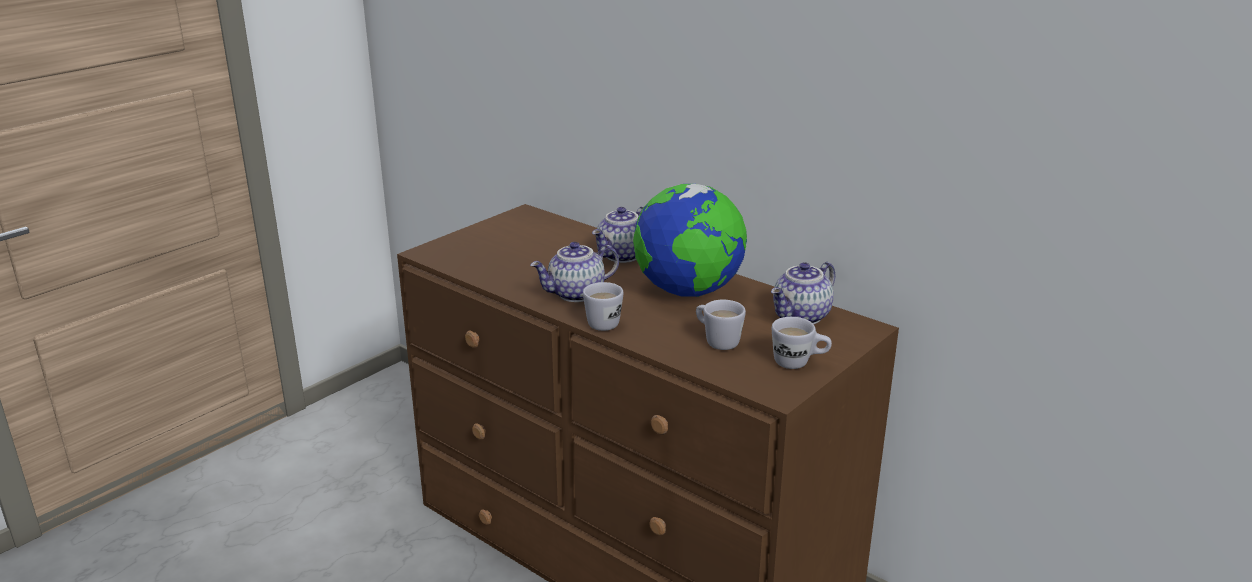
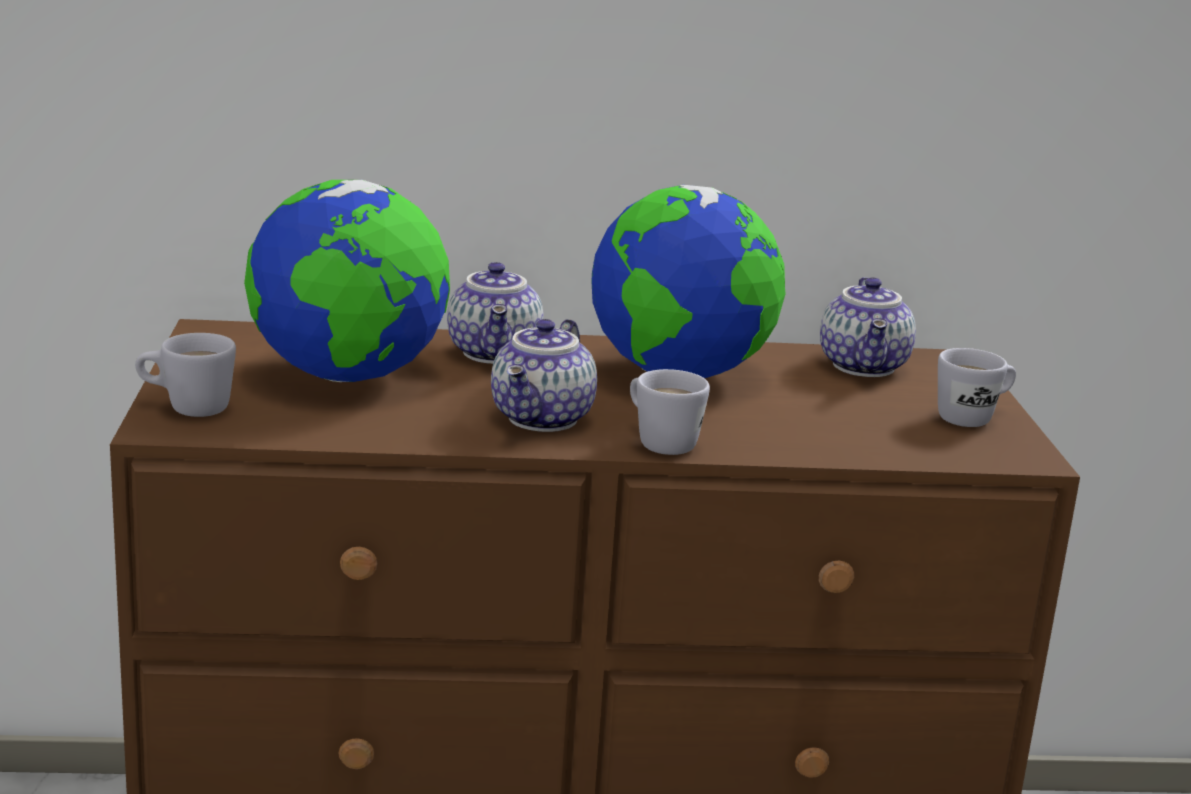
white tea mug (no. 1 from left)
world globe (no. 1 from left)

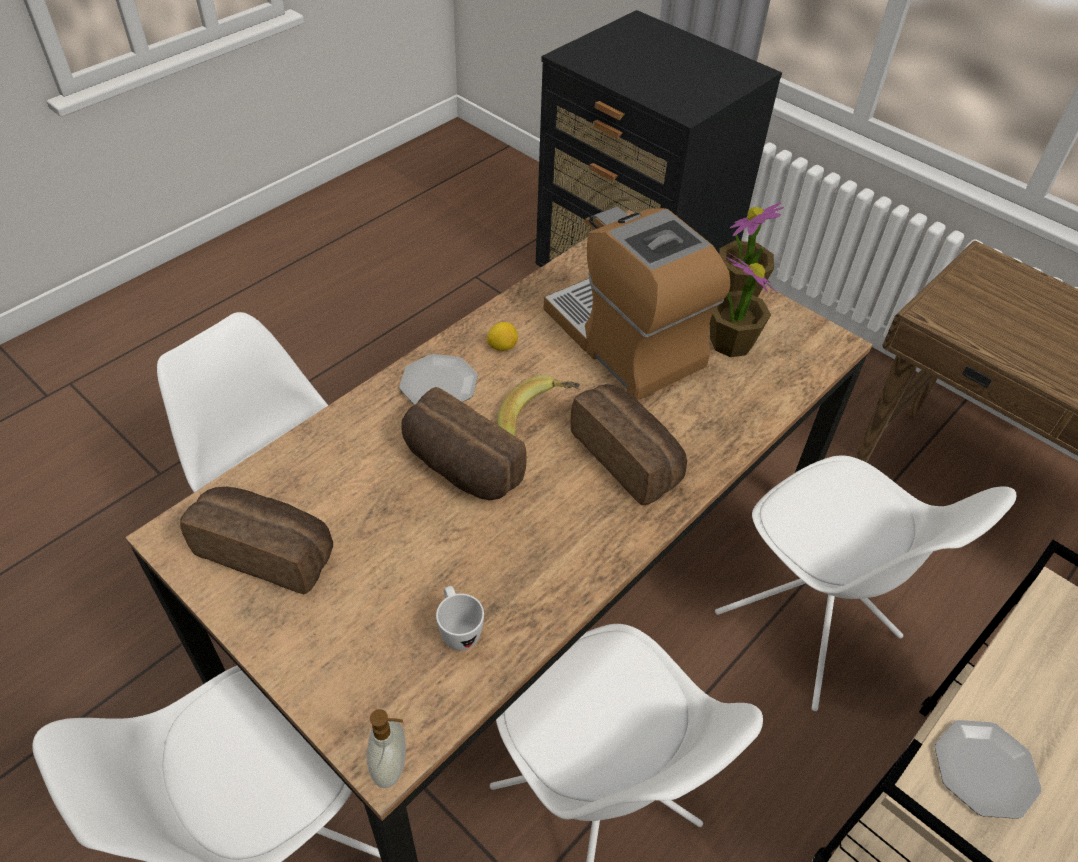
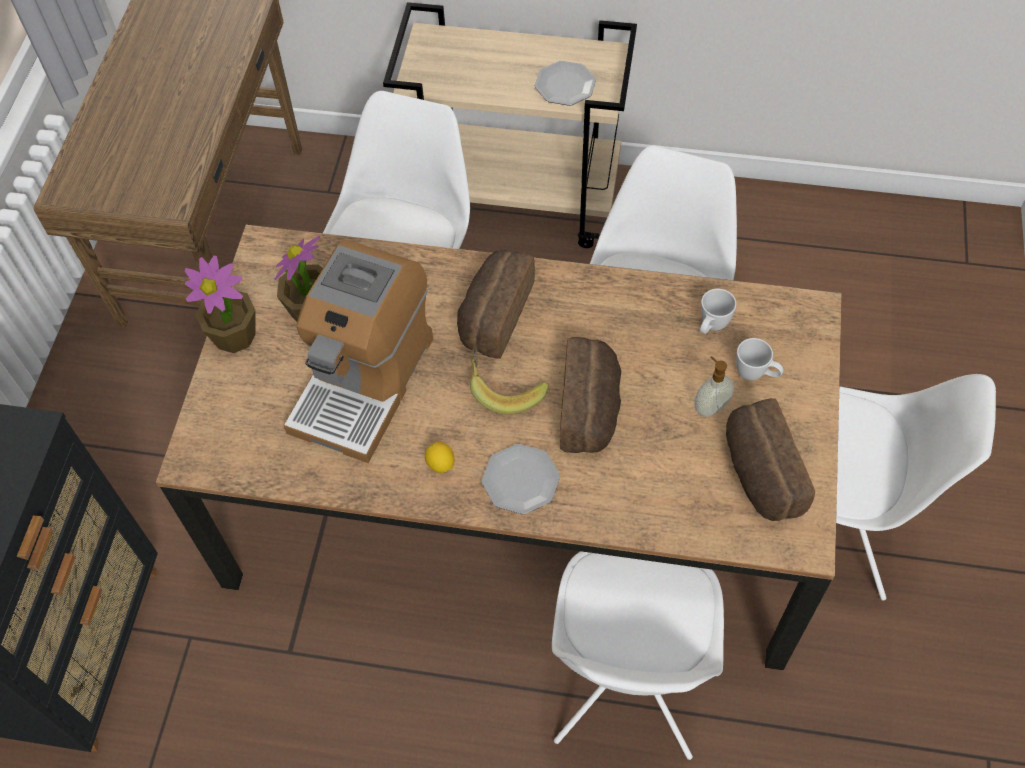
soap bottle
white tea mug (no. 2 from left)

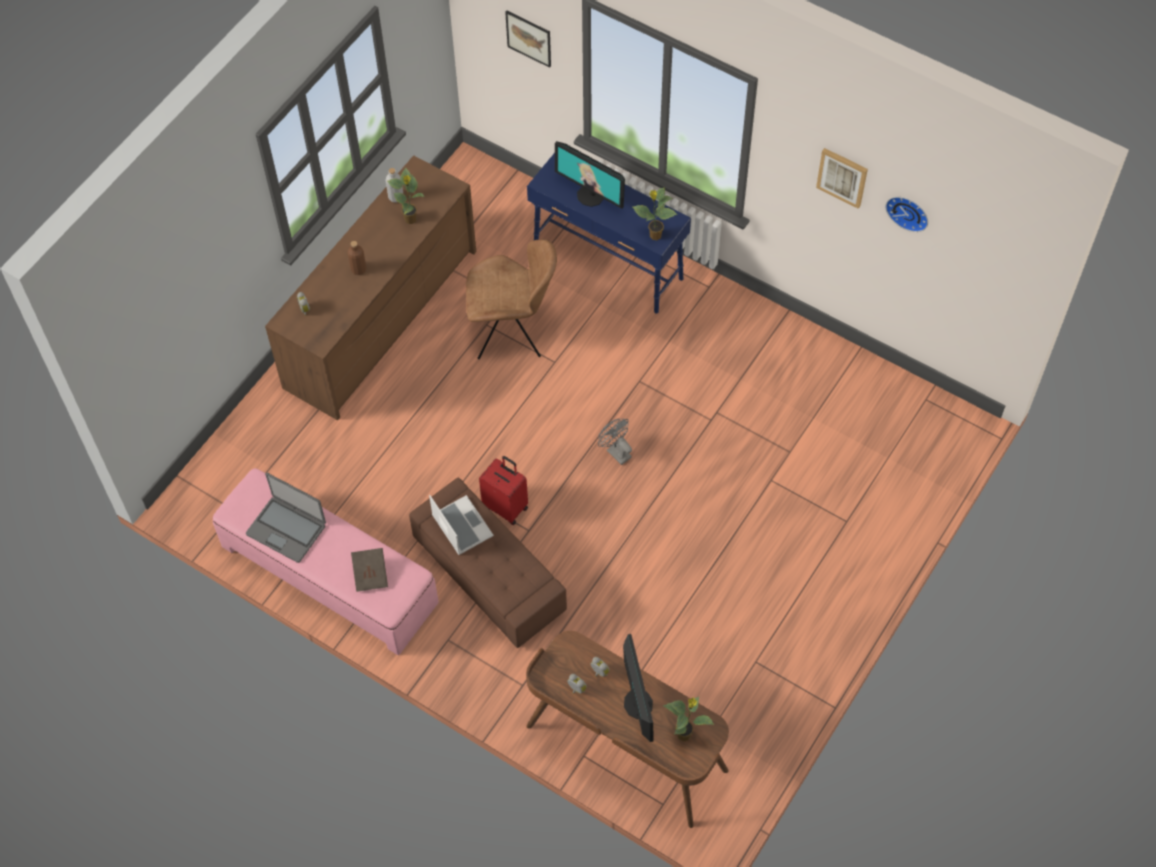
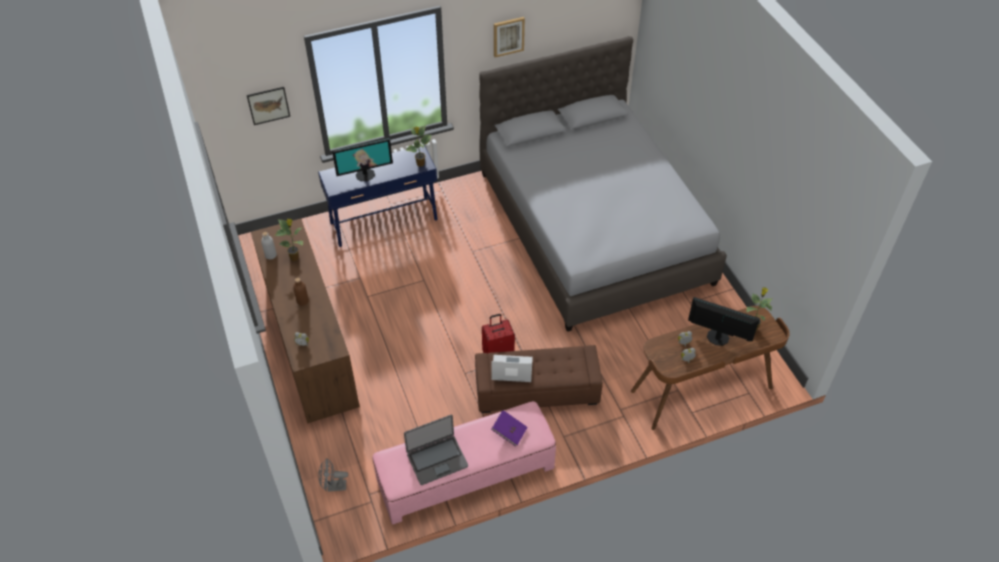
greyish electric fan
greyish bedroom bed
purple book
brown chair
clock on the wall

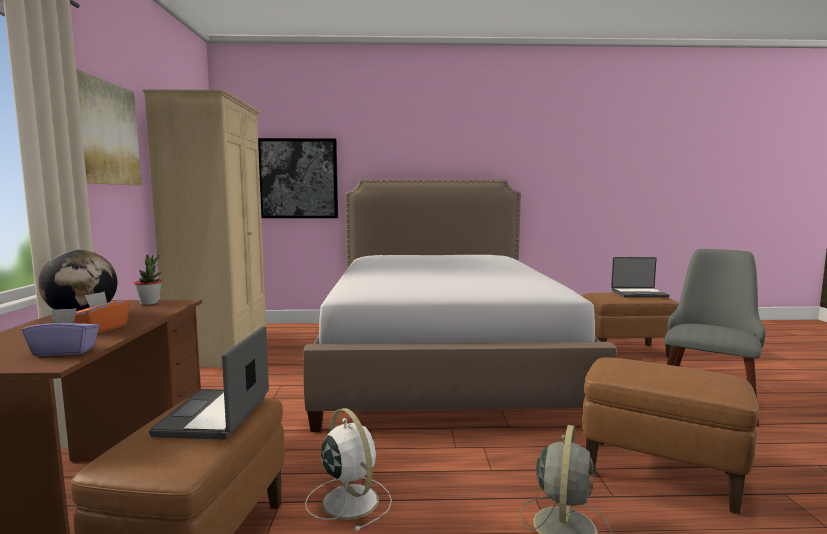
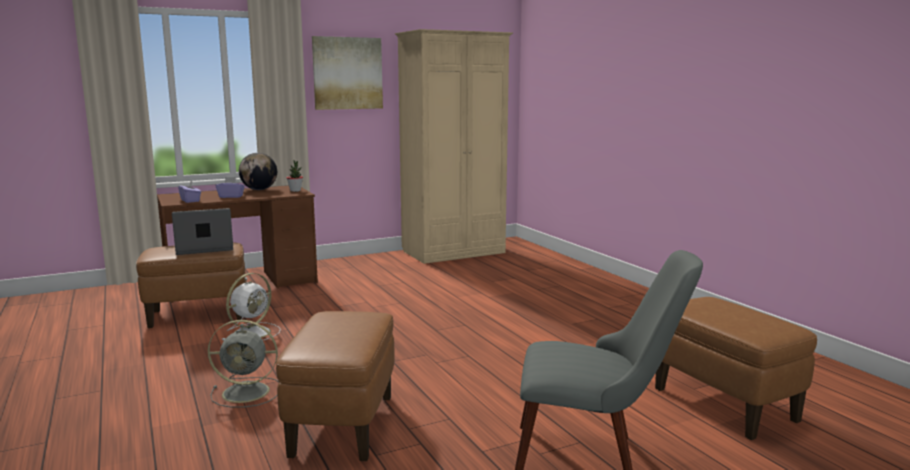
purple tissue box (no. 2 from left)
wall art (no. 2 from left in the first image)
bedroom bed
notebook computer (no. 2 from left in the first image)

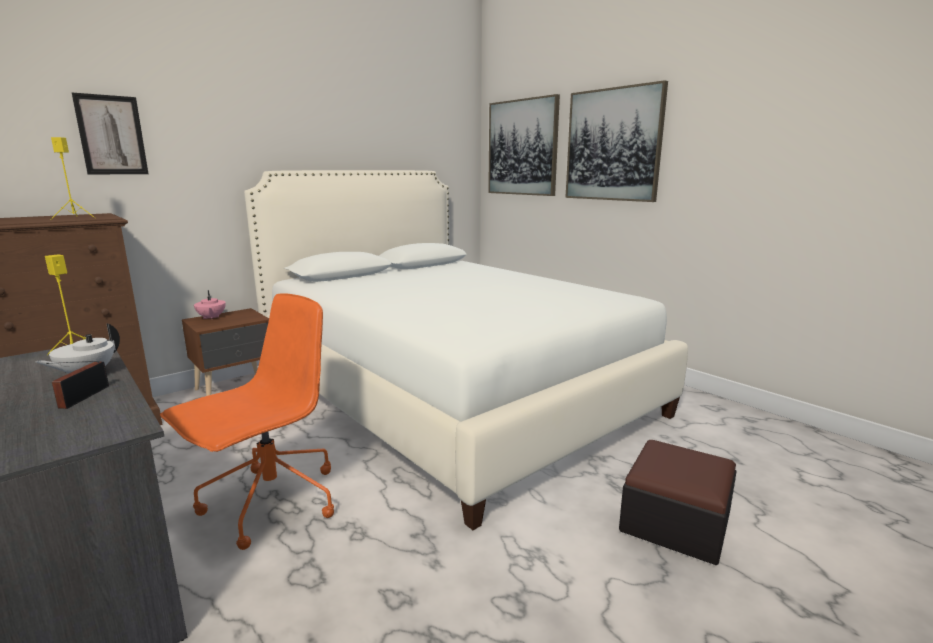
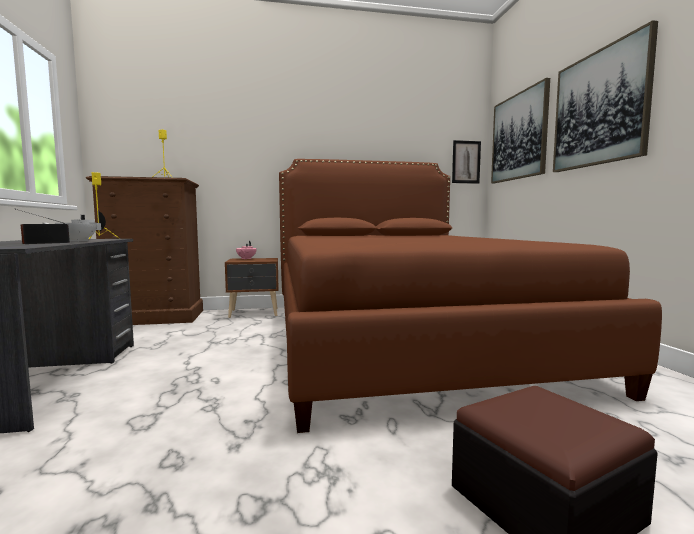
brown bedroom bed
wall art (no. 1 from left)
orangey office chair

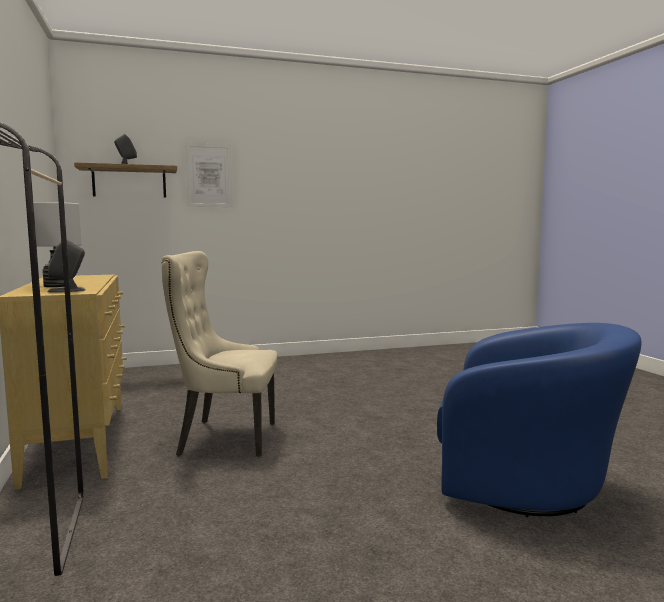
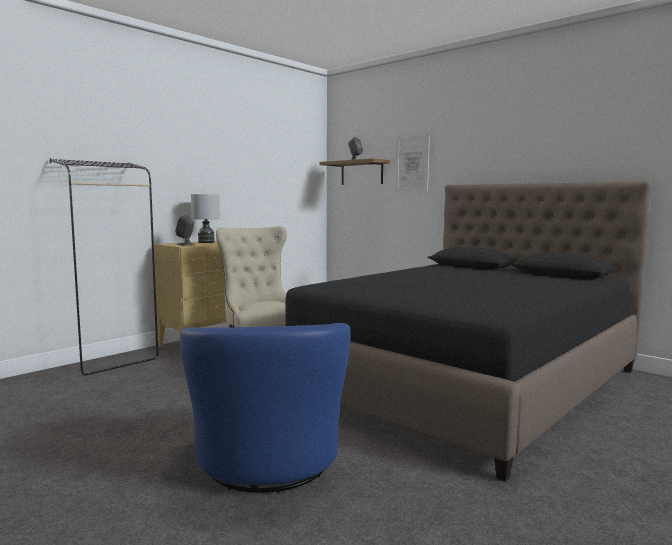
black bedroom bed

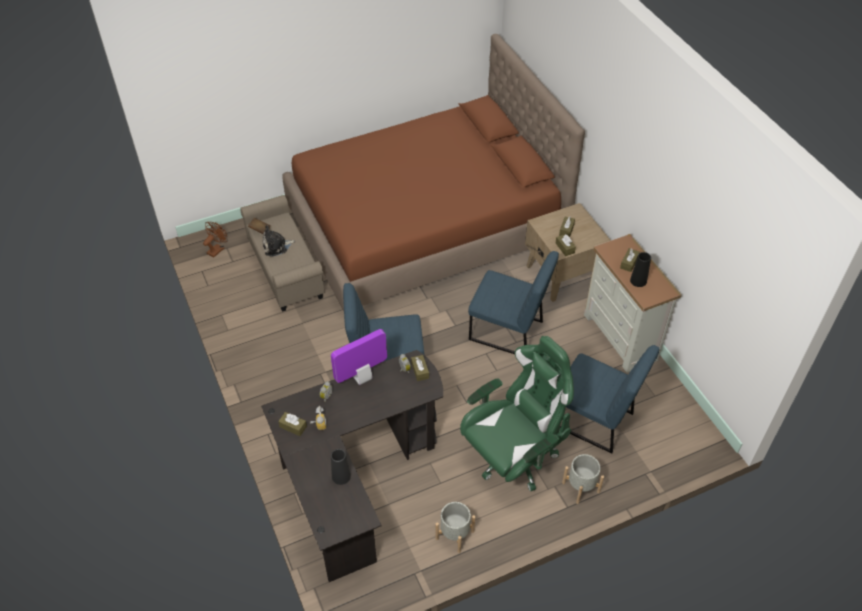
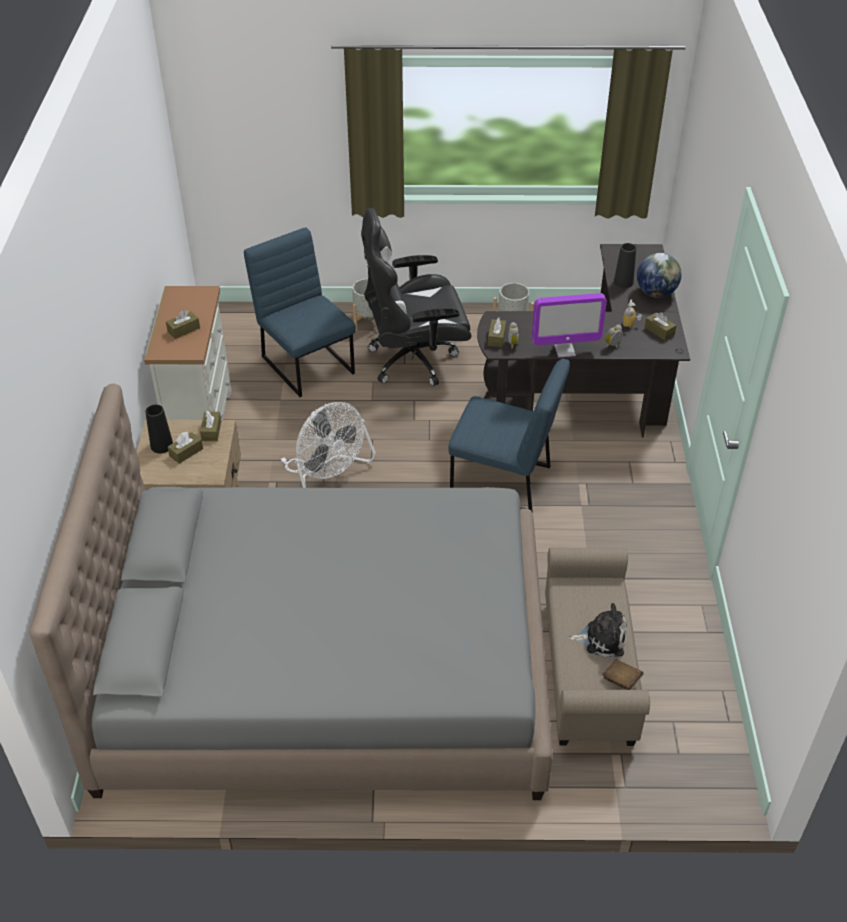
greyish bedroom bed
black vase (no. 1 from left)
white electric fan
black office chair
world globe
brown electric fan

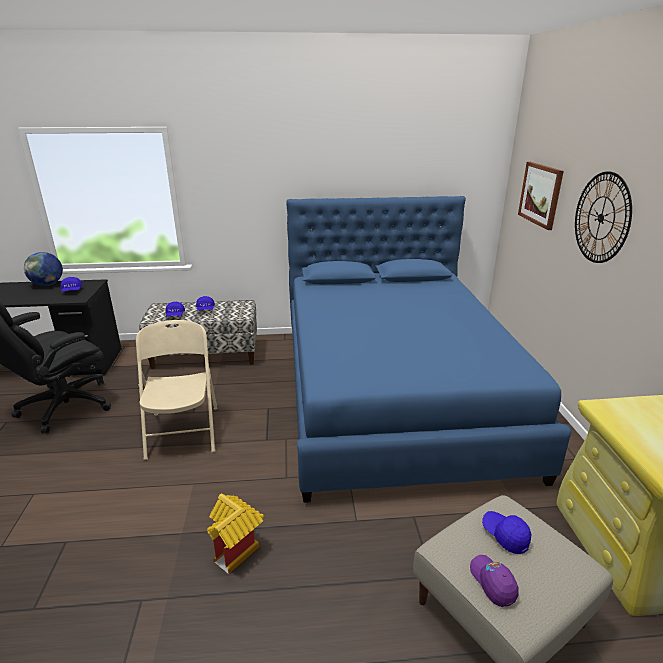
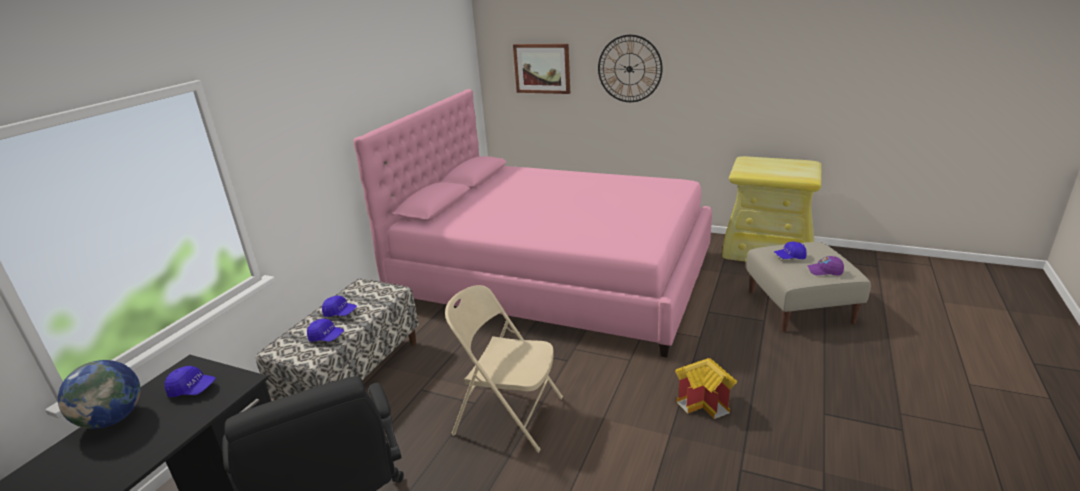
pinkish bedroom bed

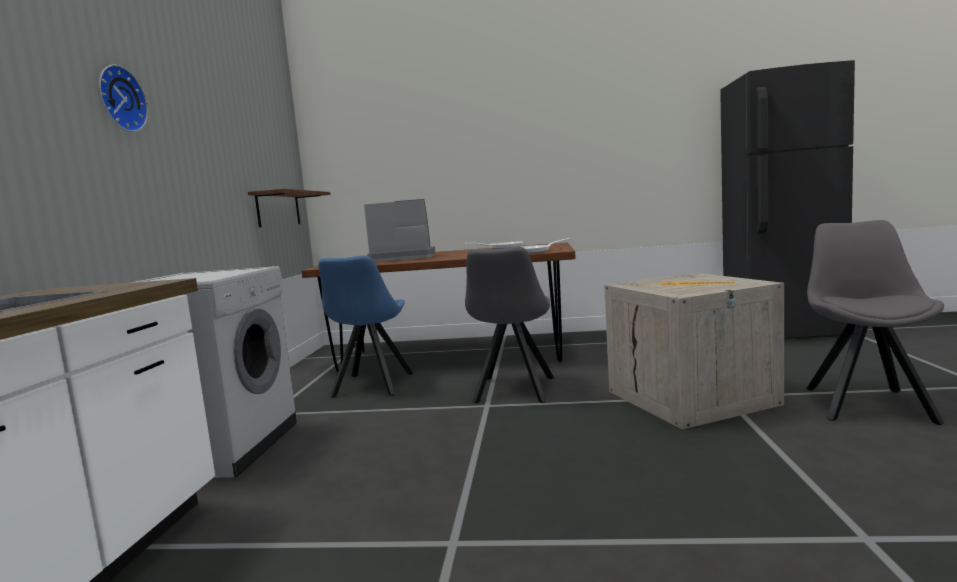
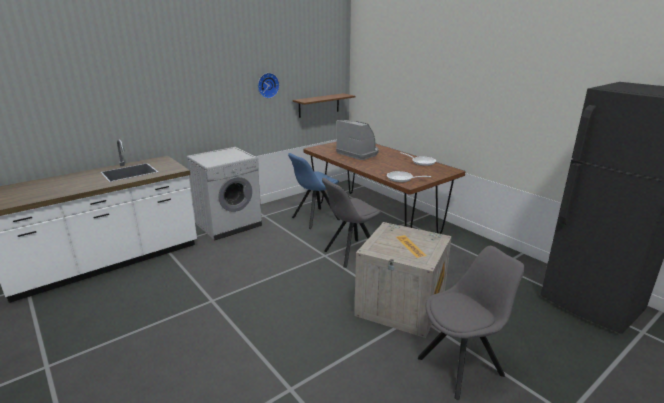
clock on the wall

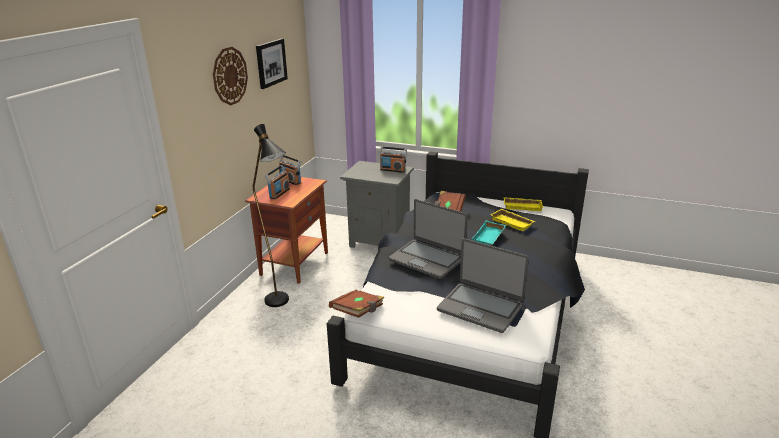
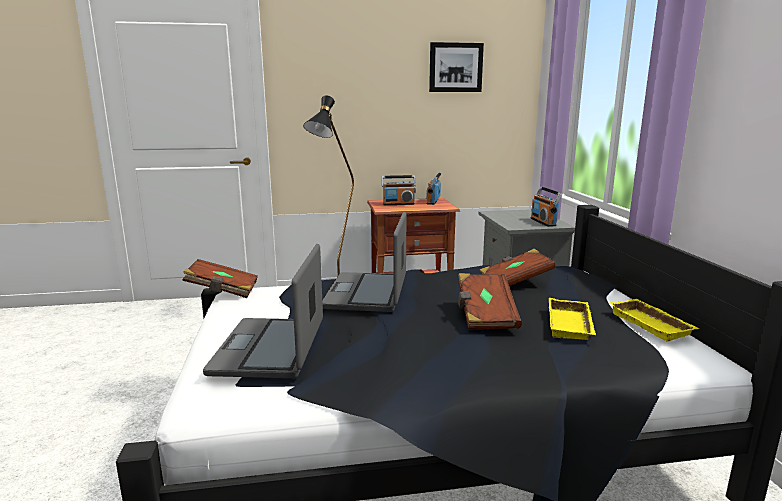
brown book (no. 2 from left)
clock on the wall

